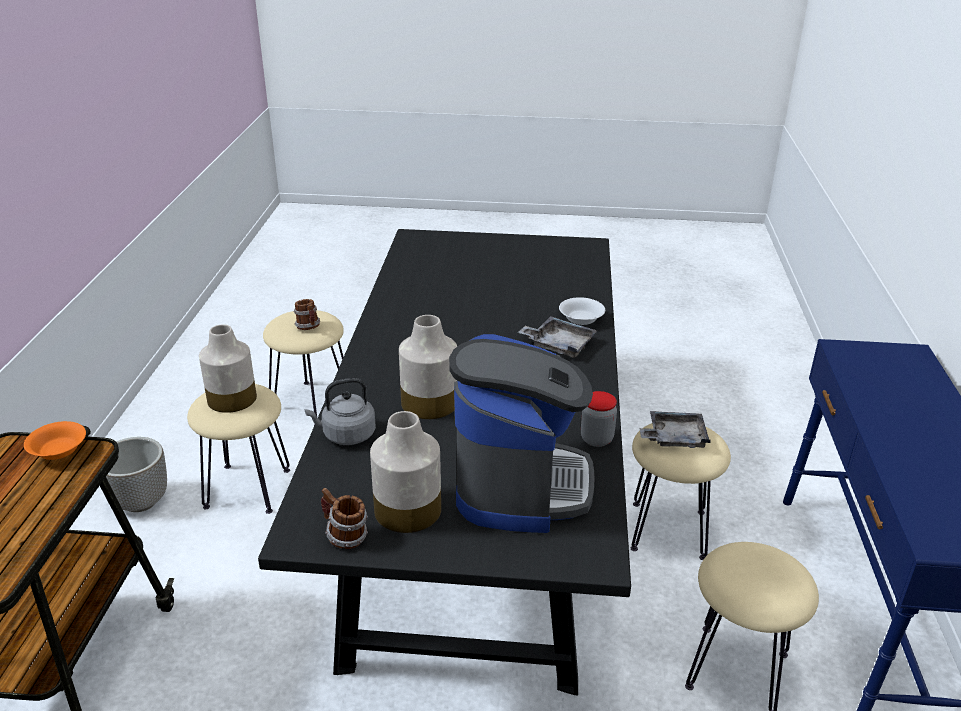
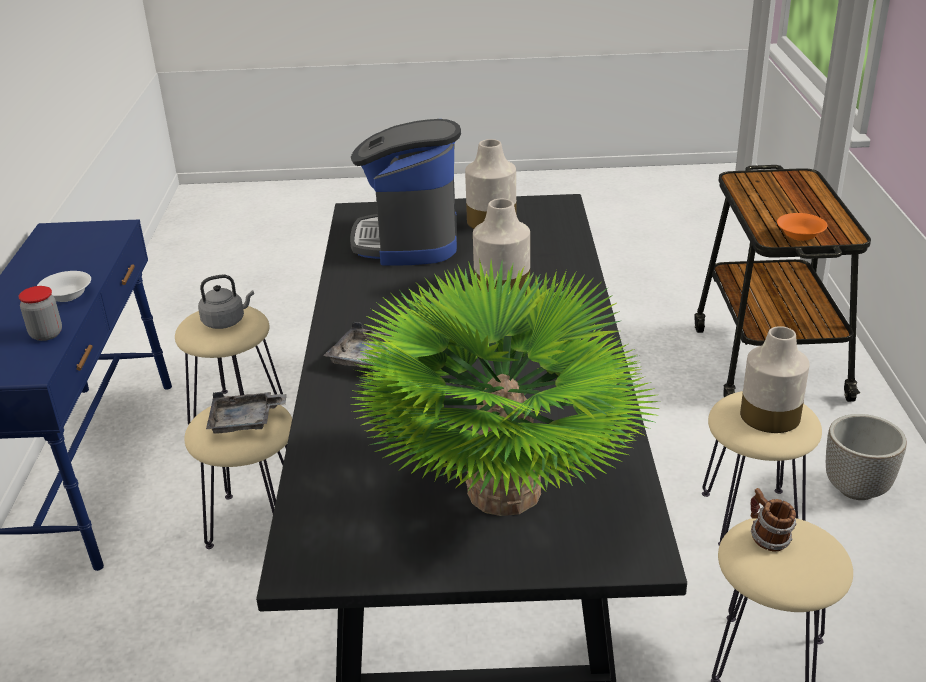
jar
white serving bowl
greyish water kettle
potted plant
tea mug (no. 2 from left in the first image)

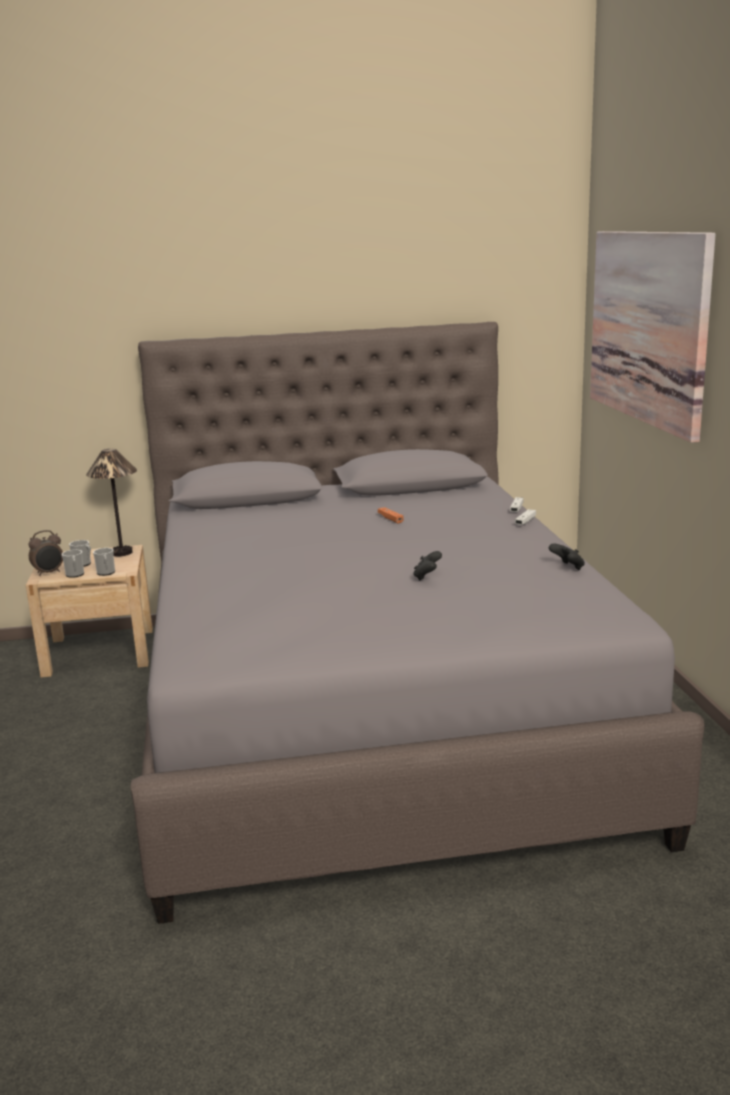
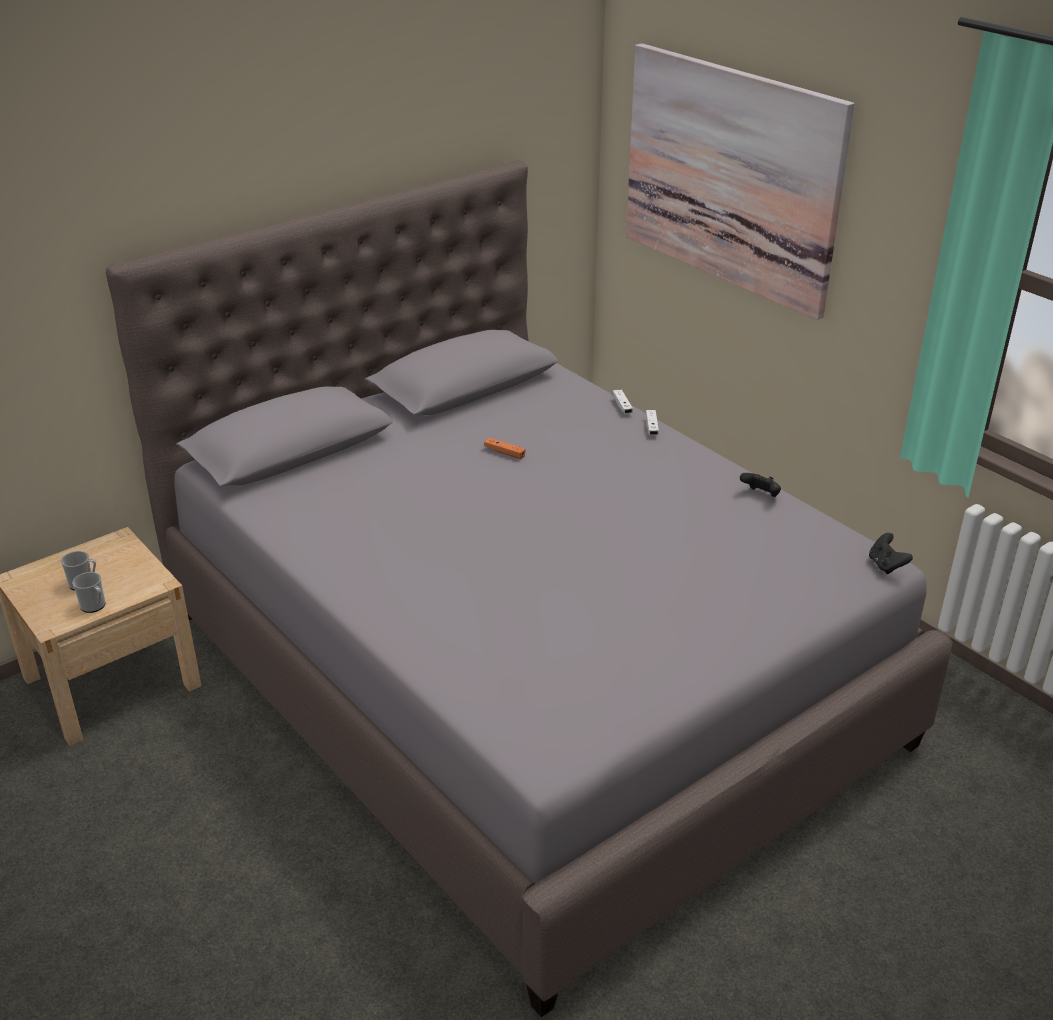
black gamepad (no. 2 from left)
bedside clock
lamp for a table
tea mug (no. 3 from left in the first image)

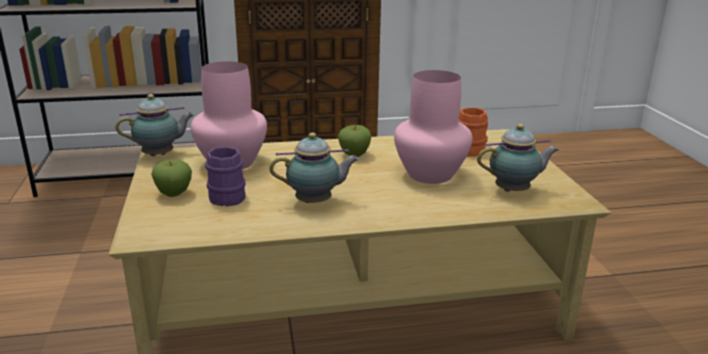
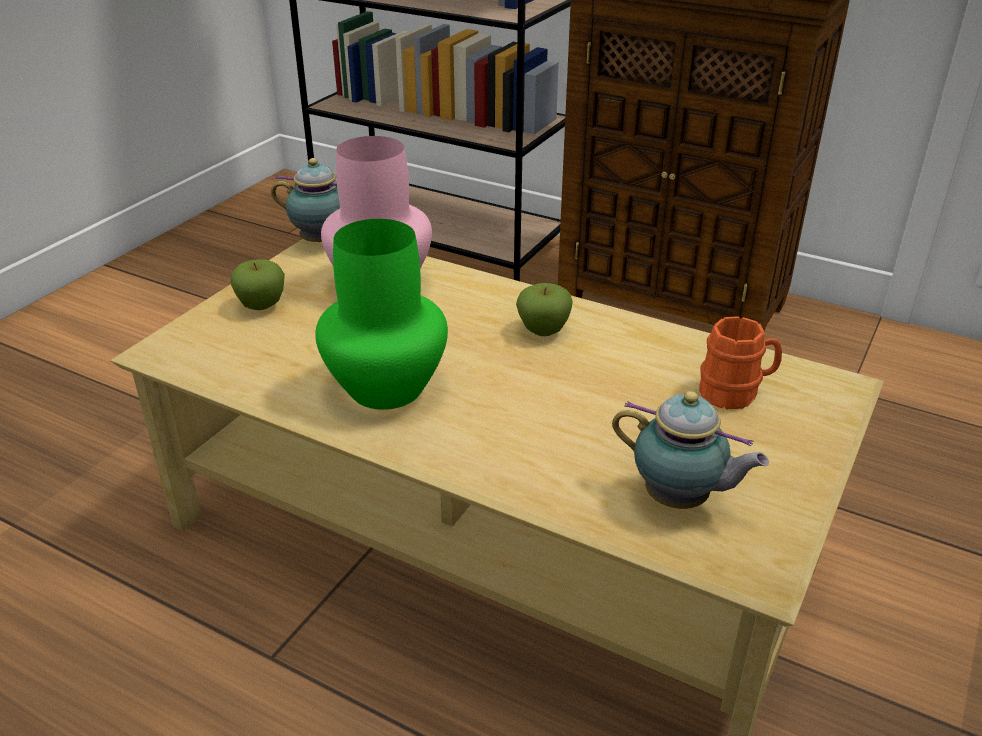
greenish vase
purple tea mug
pinkish vase (no. 2 from left in the first image)

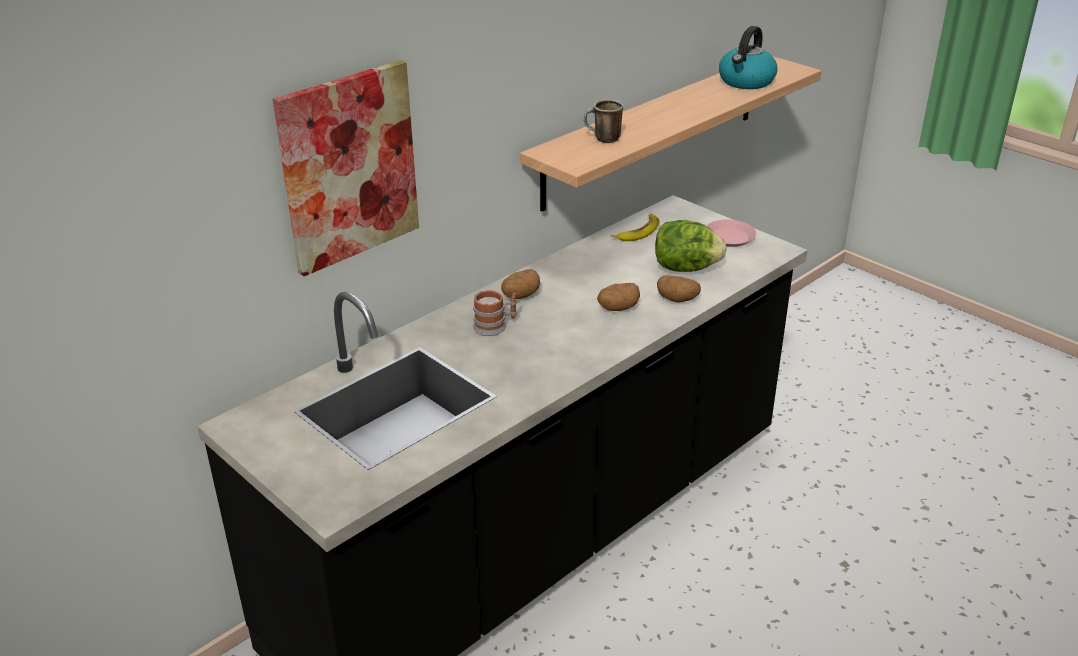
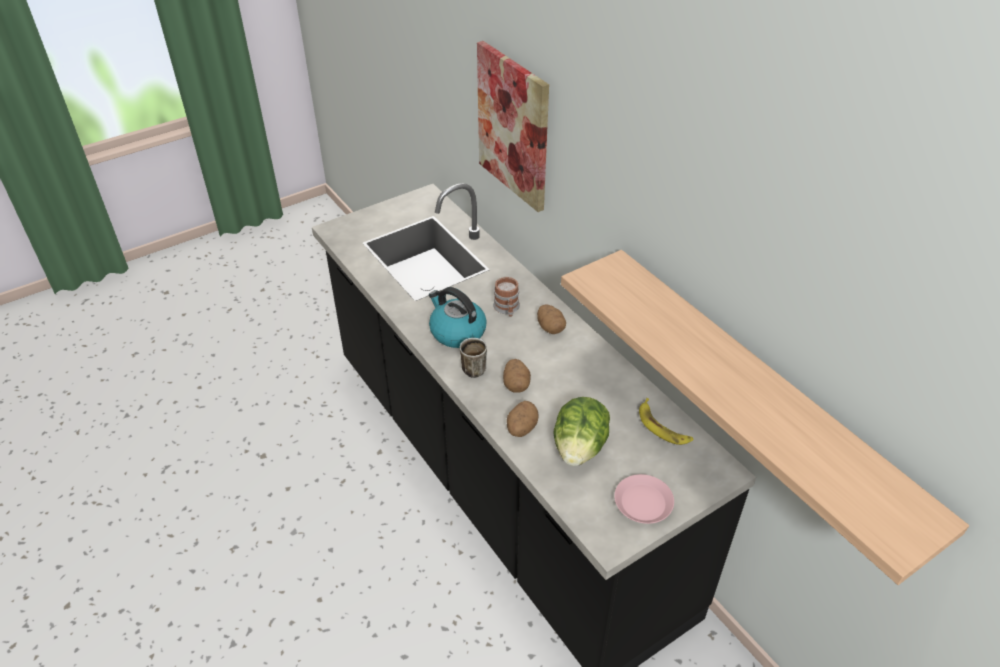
water kettle
tea mug (no. 1 from left)

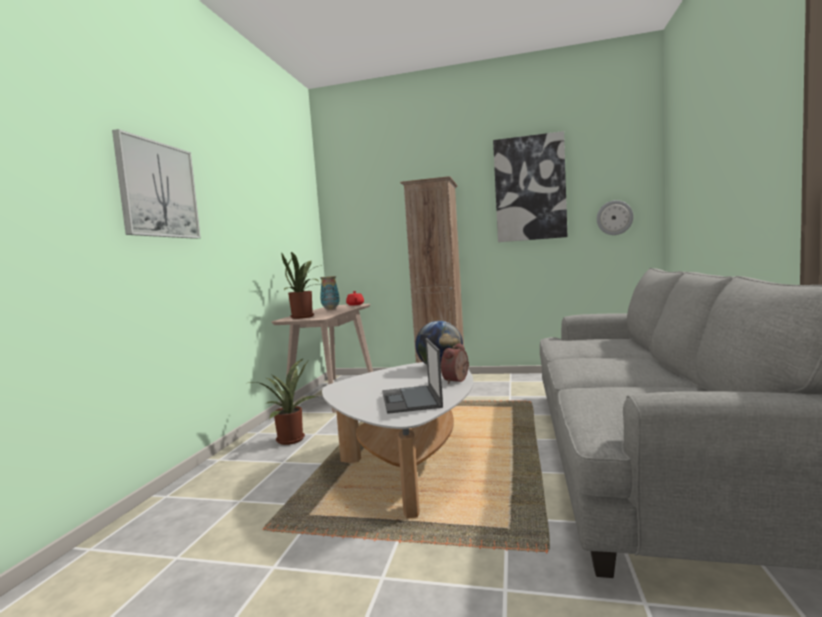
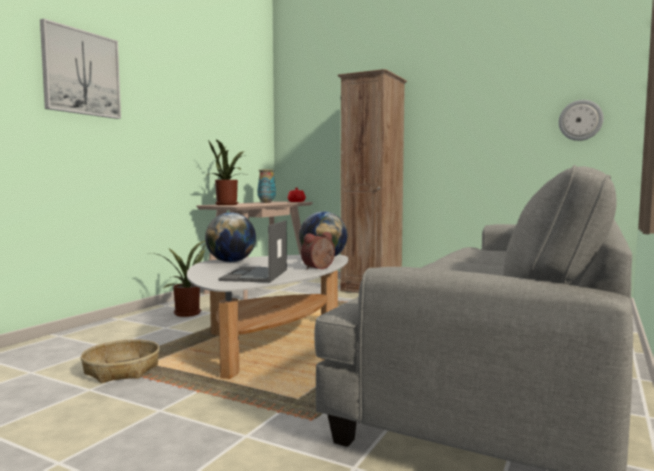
basket
world globe (no. 1 from left)
wall art (no. 2 from left in the first image)

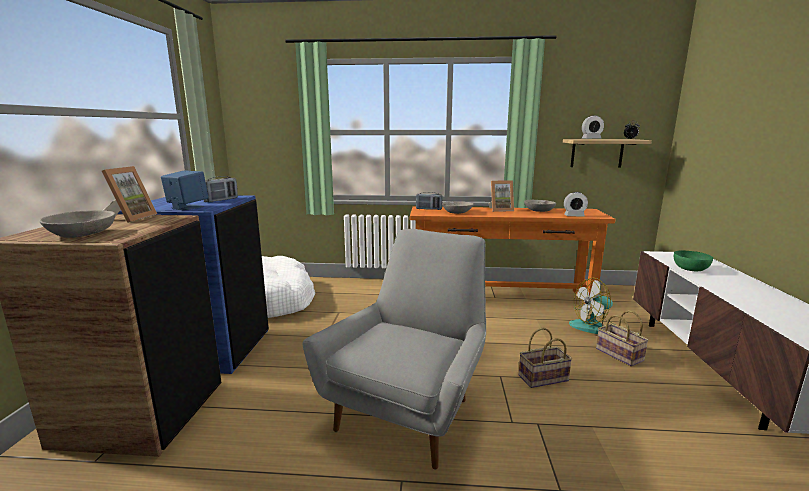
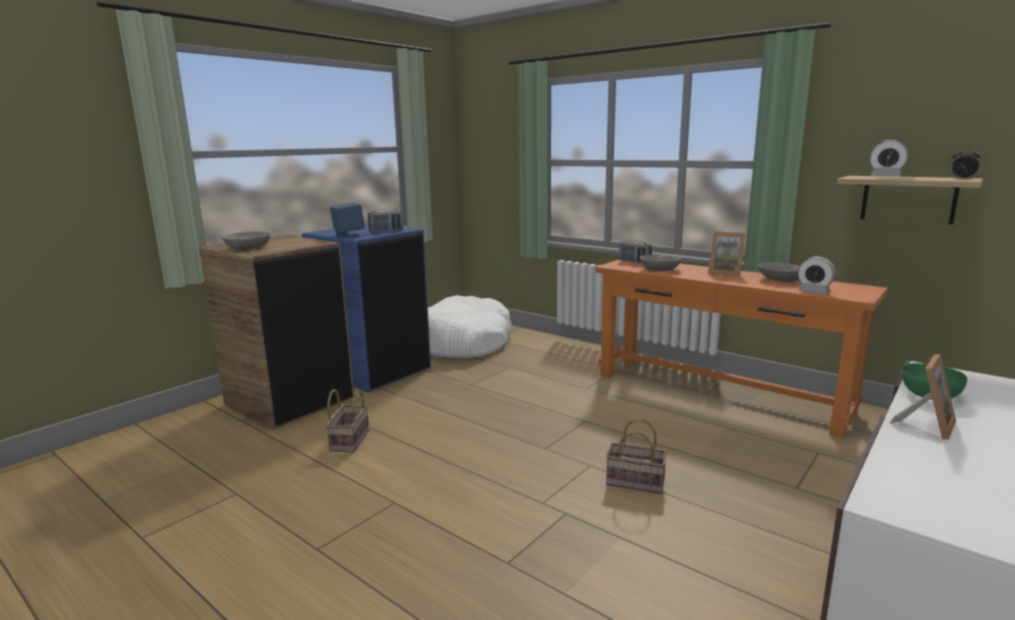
basket (no. 1 from left)
photo frame (no. 2 from left)
greyish easy chair
electric fan

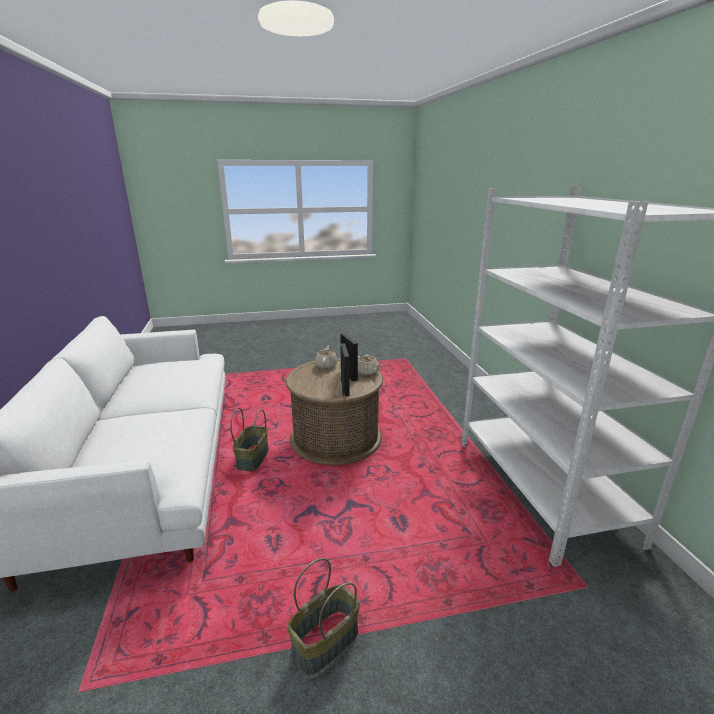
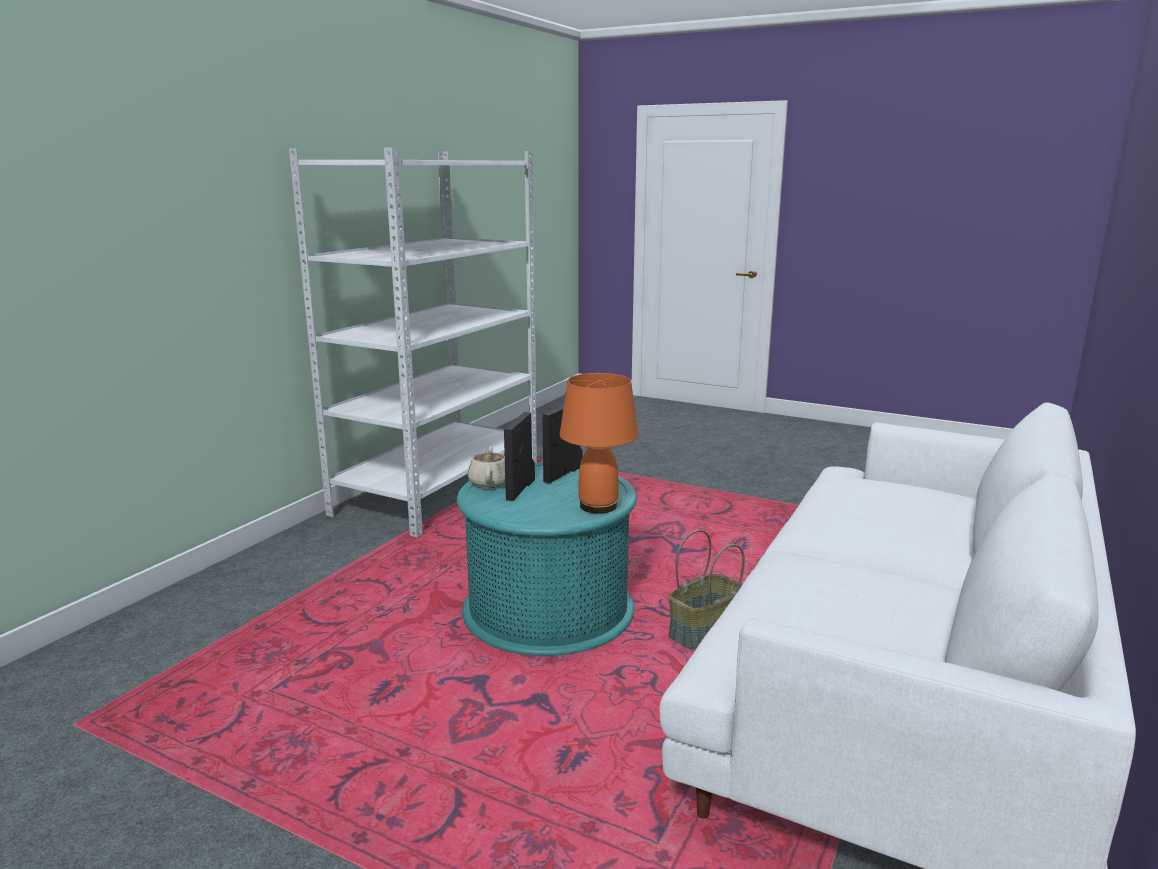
blue-green lounge table
orangey lamp for a table
basket (no. 2 from left in the first image)
beige teapot (no. 1 from left in the first image)

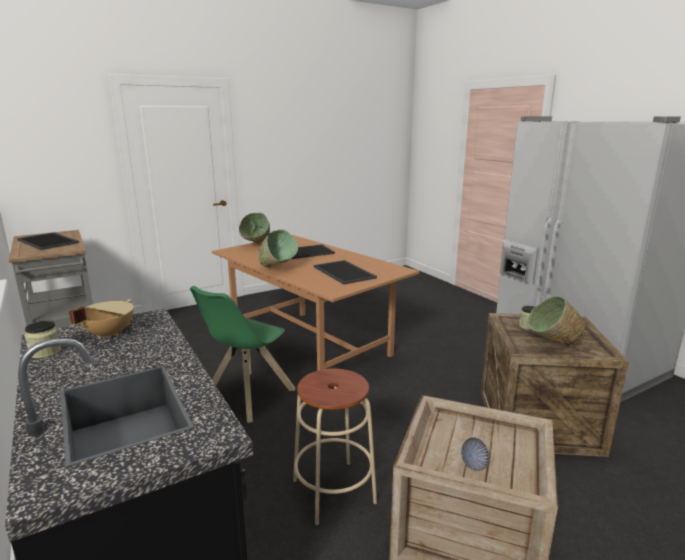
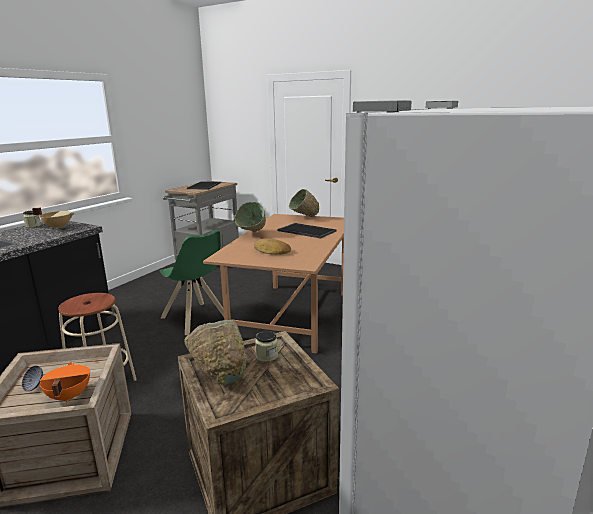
orangey saucepot
greenish chair
bakery bread

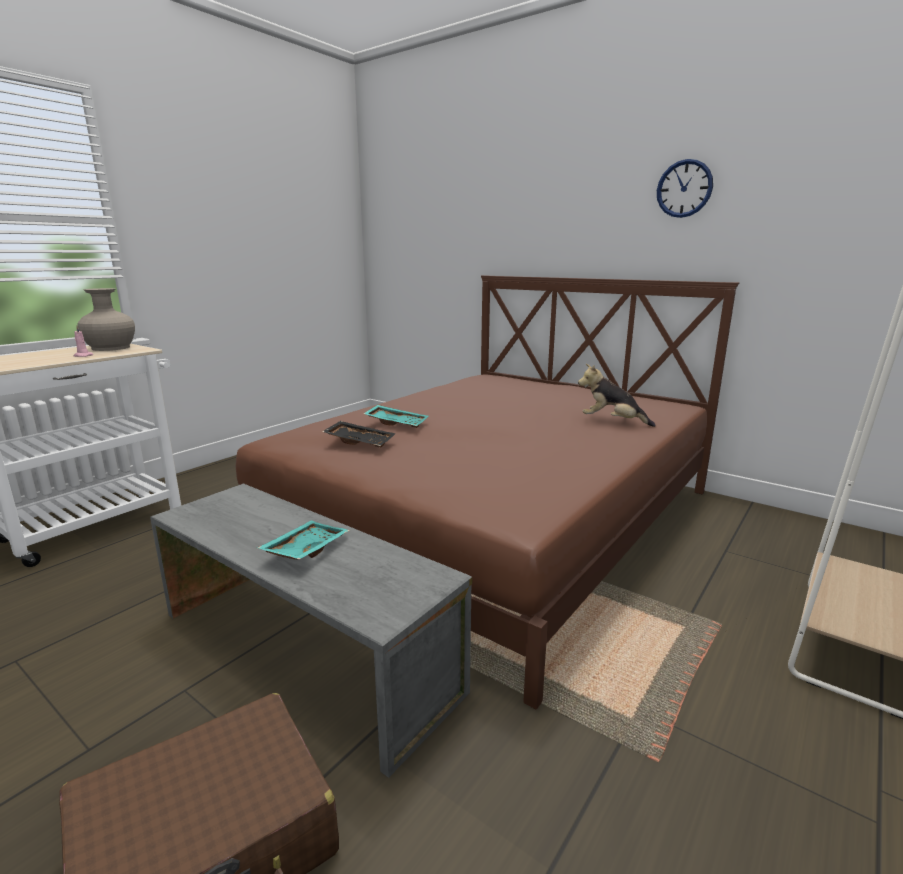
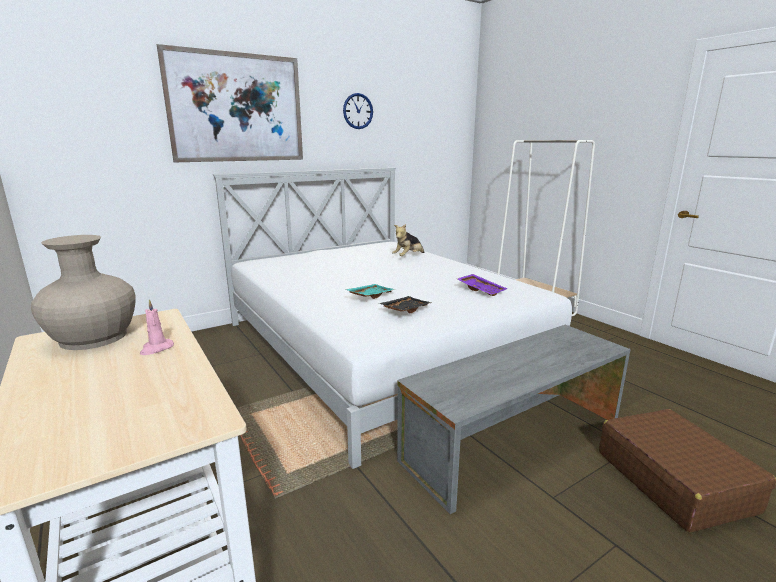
wall art
white bedroom bed
purple carrying tray
blue-green carrying tray (no. 1 from left in the first image)

